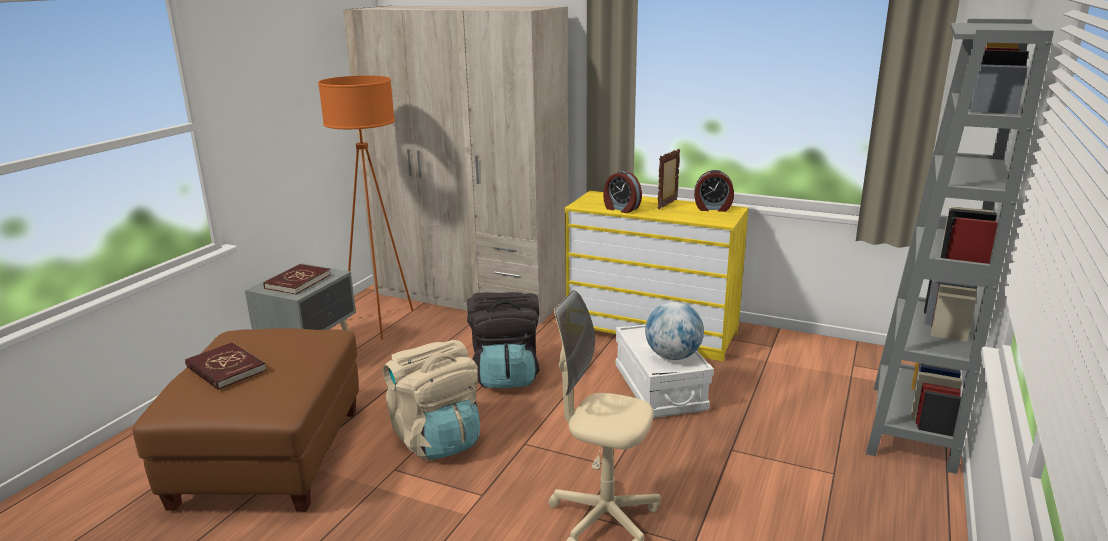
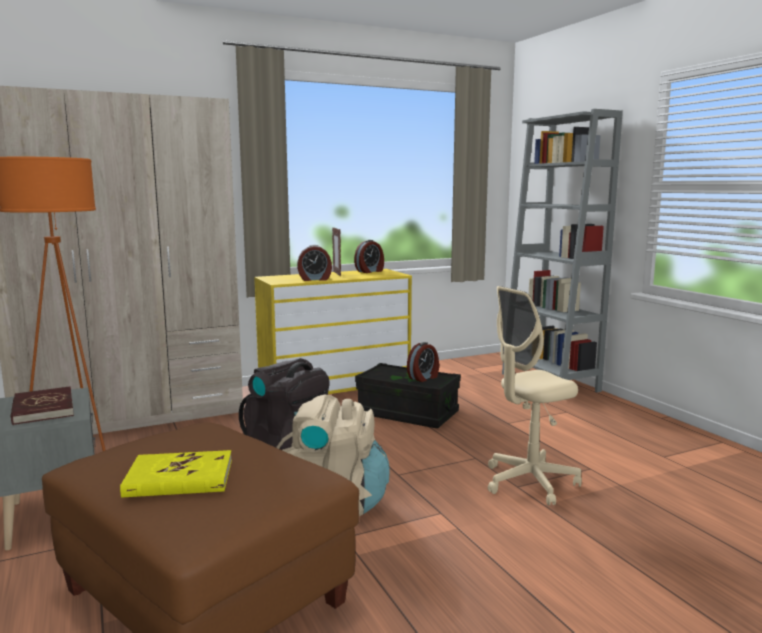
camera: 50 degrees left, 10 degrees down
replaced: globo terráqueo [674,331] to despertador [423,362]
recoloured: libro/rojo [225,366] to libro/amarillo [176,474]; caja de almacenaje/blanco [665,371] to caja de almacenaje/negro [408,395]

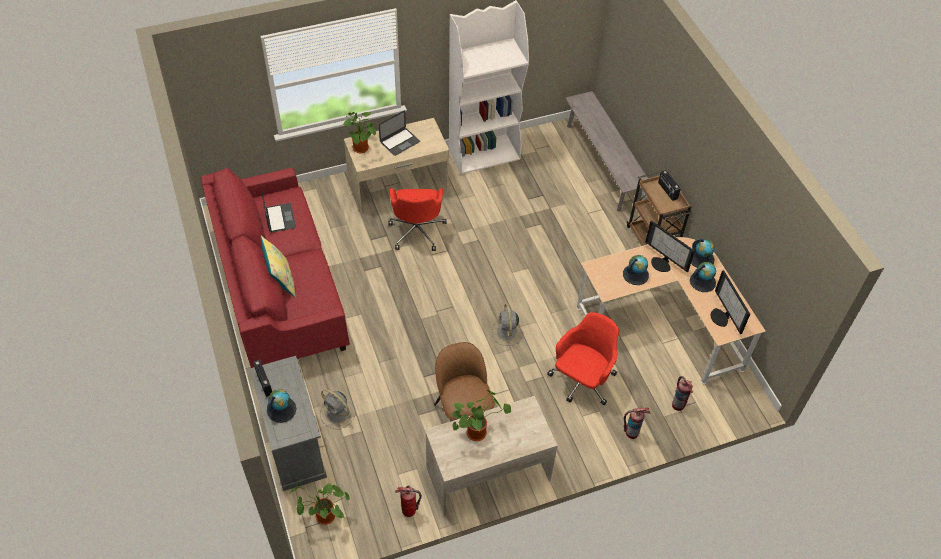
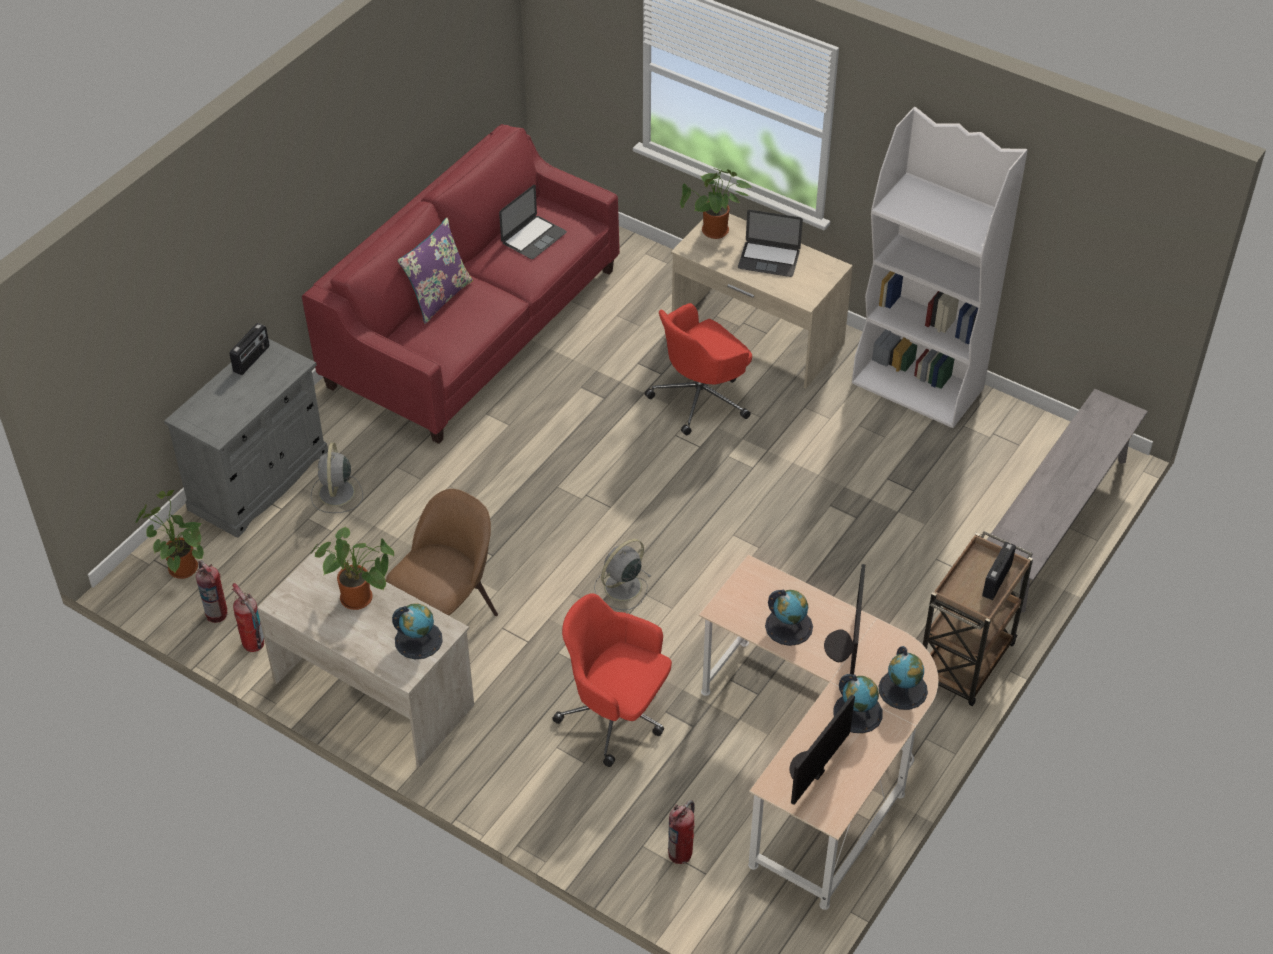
camera: 55 degrees right, 5 degrees down
moved: globo terráqueo [281,406] to [417,631]; extintor [637,422] to [212,591]
recoloured: cojín/amarillo [278,266] to cojín/morado [435,271]
turned: silla de oficina/rojo [583,358] = [612,680] 150 degrees counterclockwise

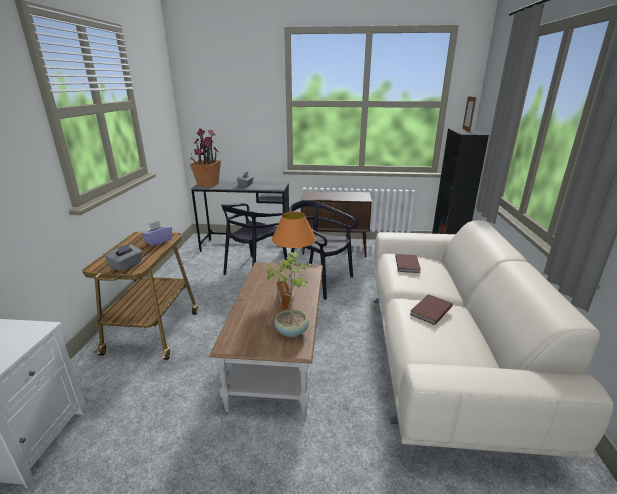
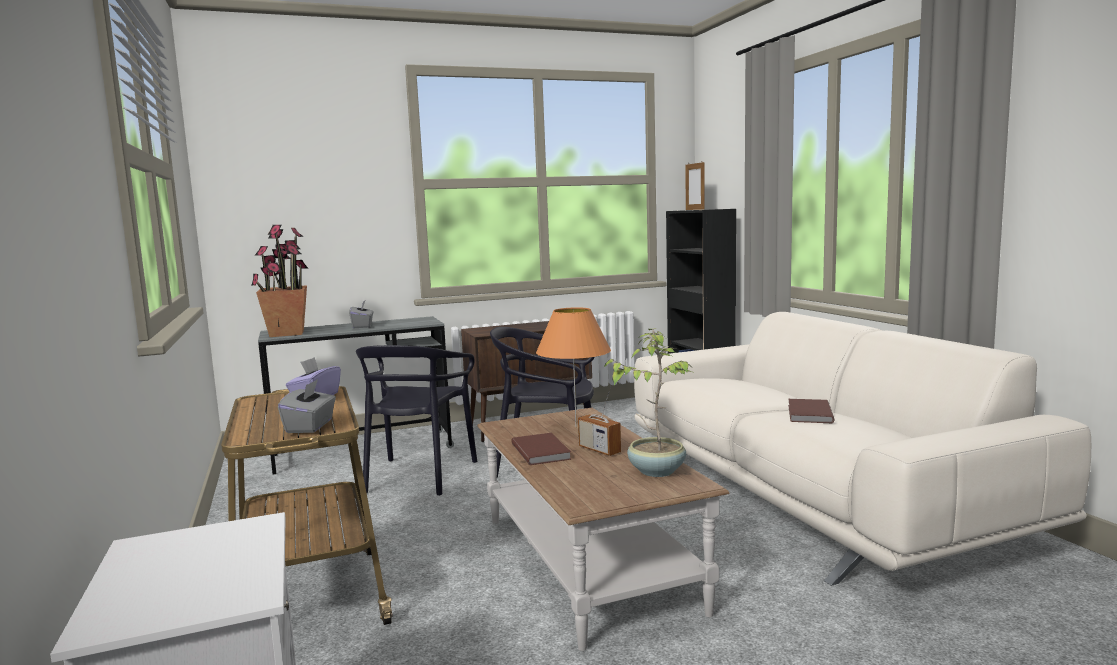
camera: 25 degrees left, 15 degrees down
moved: libro/marrón [408,263] to [541,449]

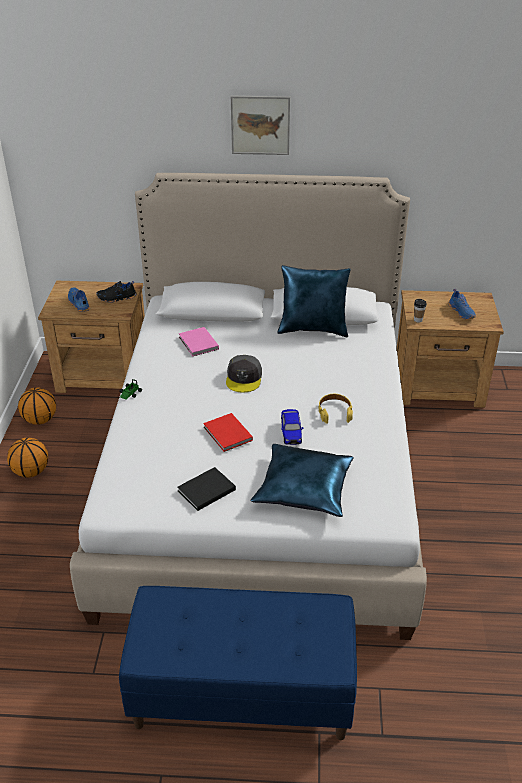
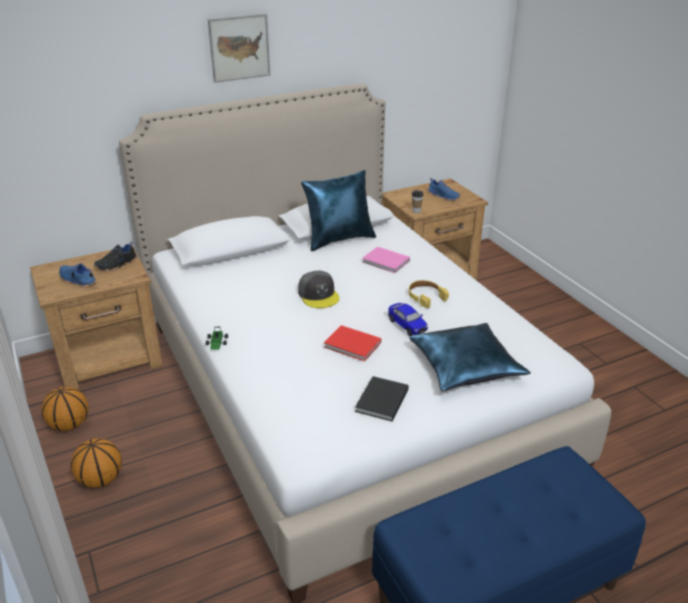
camera: 30 degrees left, 5 degrees down
moved: libro/rosa [199,341] to [386,260]

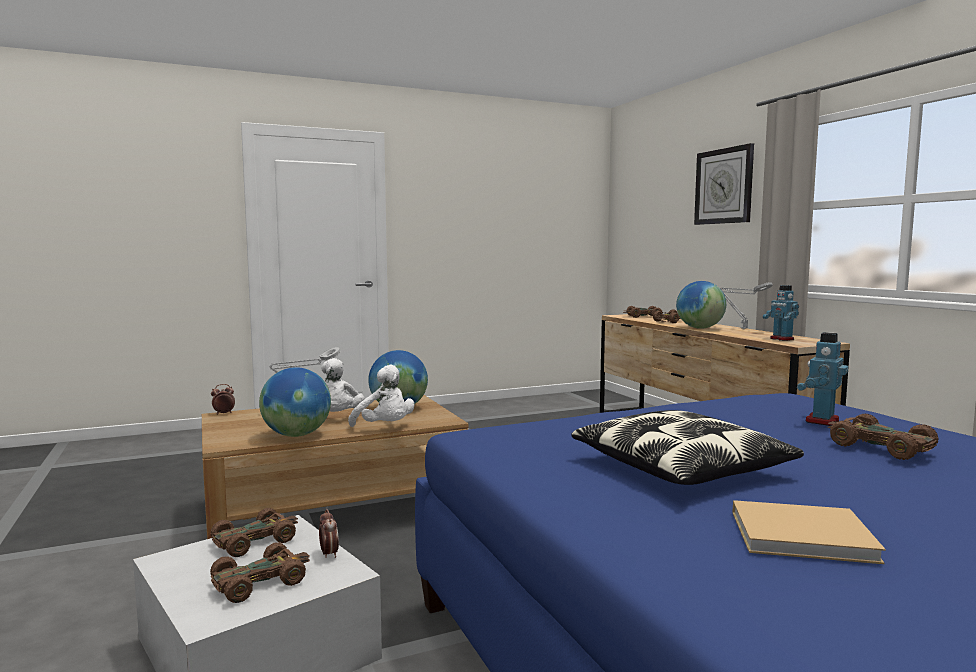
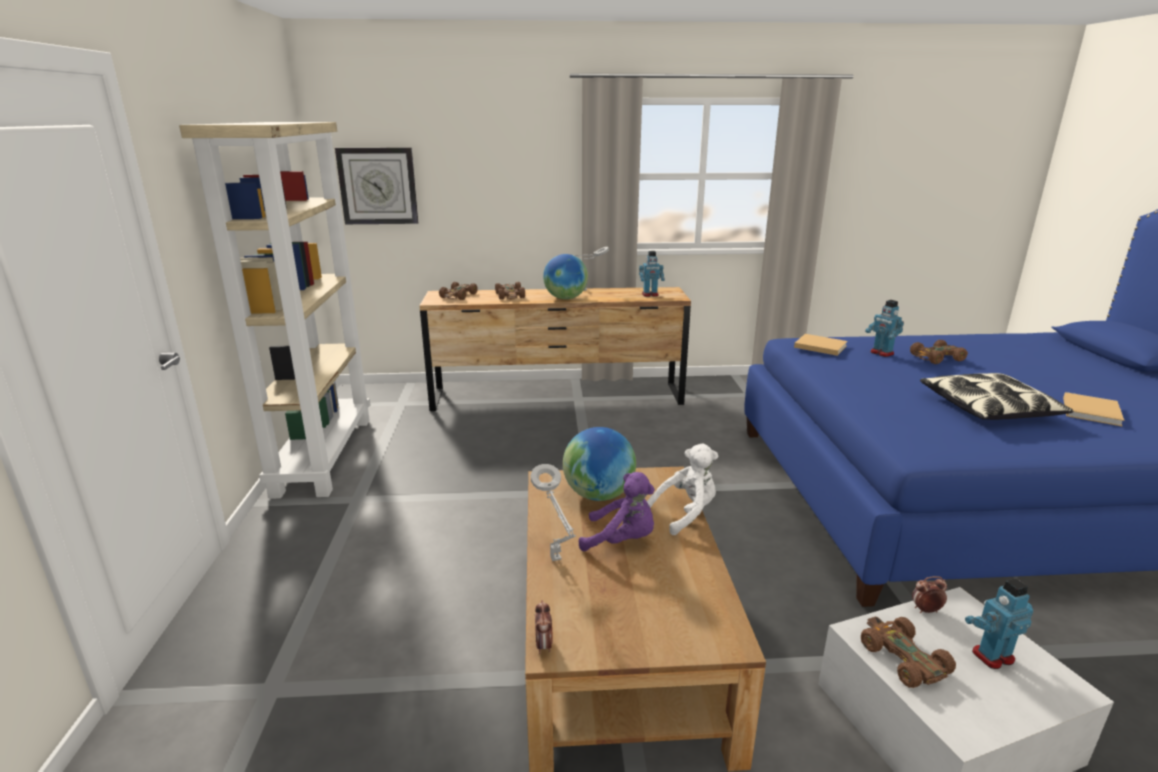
camera: 70 degrees left, 15 degrees up
removed: globo terráqueo [295,402]
added: estantería/beis [274,310]; libro/beis [821,345]
moved: reloj de pared [724,184] to [376,186]
replaced: coche de juguete/marrón [260,572] to robot de juguete [999,624]
recoloured: peluche/blanco [343,385] to peluche/morado [617,511]

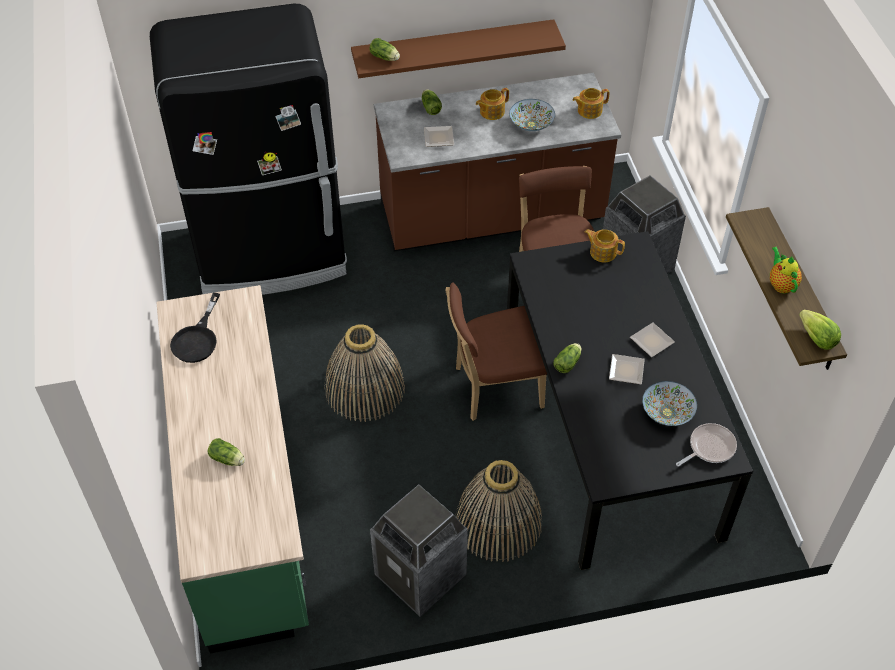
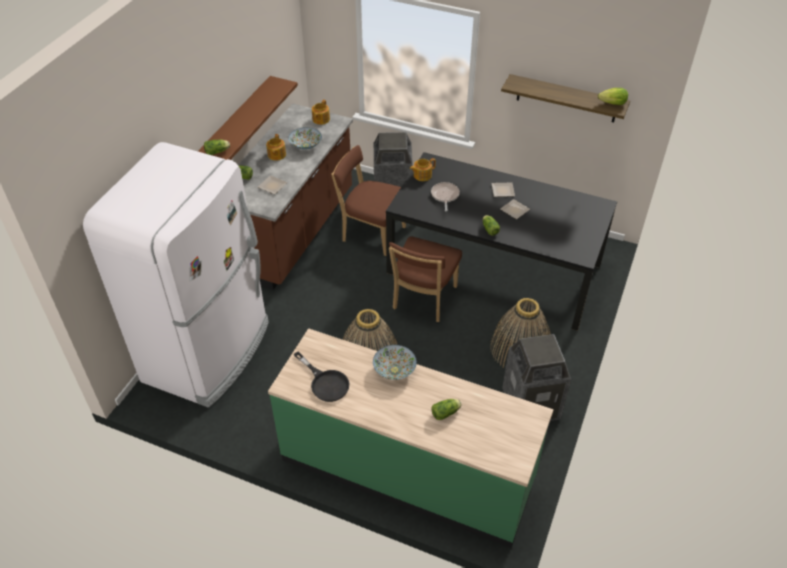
camera: 55 degrees left, 5 degrees down
removed: tetera [786,270]
moved: cuenco [669,403] to [395,362]; sartén [706,444] to [445,196]
recoloured: nevera/negro [248,149] to nevera/blanco [176,275]

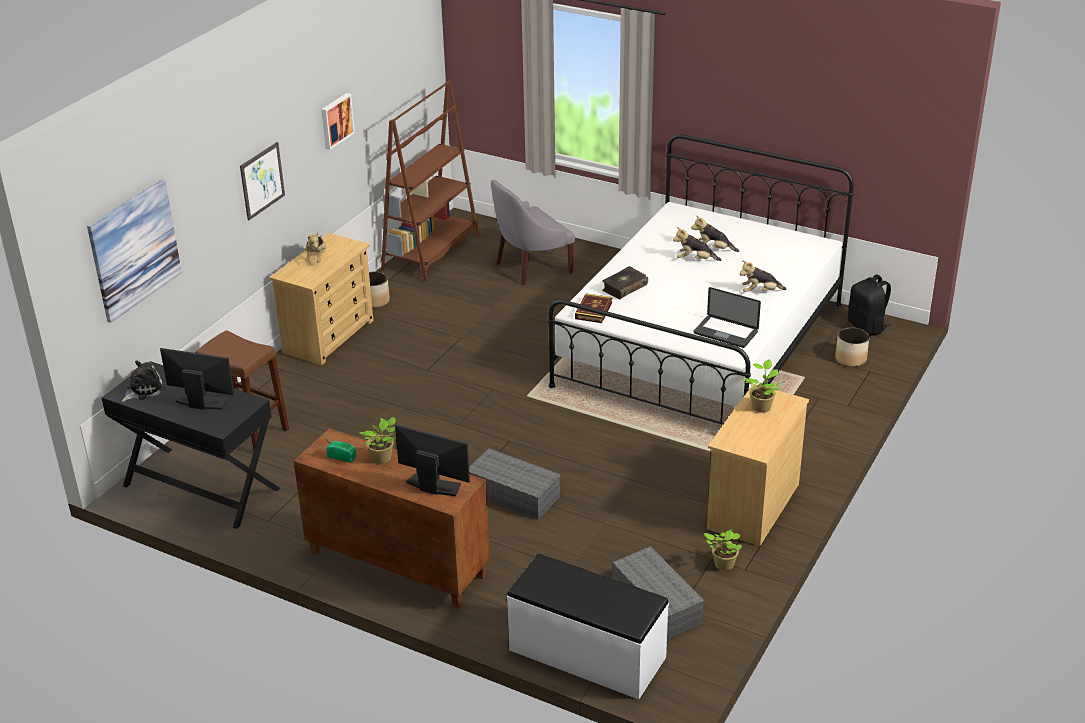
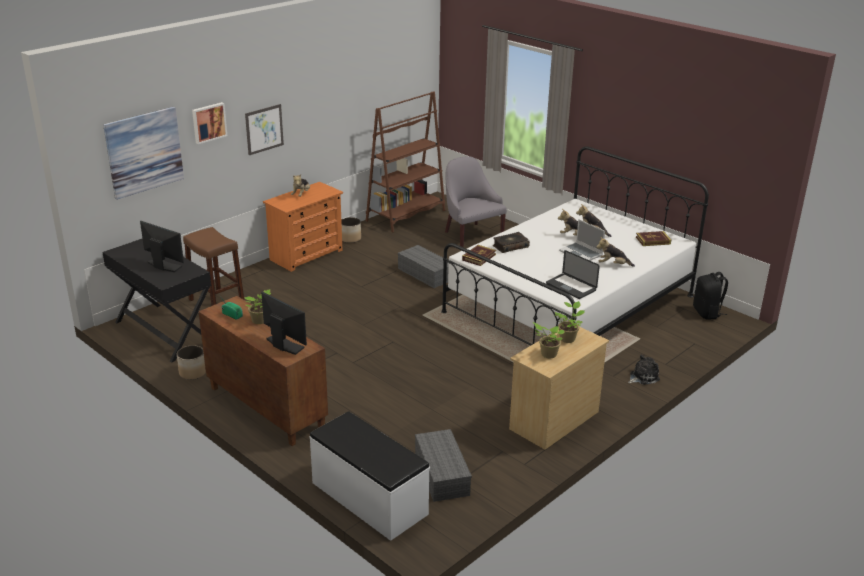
camera: 15 degrees right, 5 degrees down
added: portátil [582,240]; libro [653,238]
moved: peluche [144,381] to [644,370]; cuadro [338,121] to [209,123]; caja de almacenaje/gris [515,484] to [423,266]; planta en maceta [723,550] to [549,340]; maceta [852,347] to [191,362]
recoloured: cómoda/beis [321,299] to cómoda/naranja [303,227]
turned: sillón/gris [533,232] = [476,202] 75 degrees clockwise

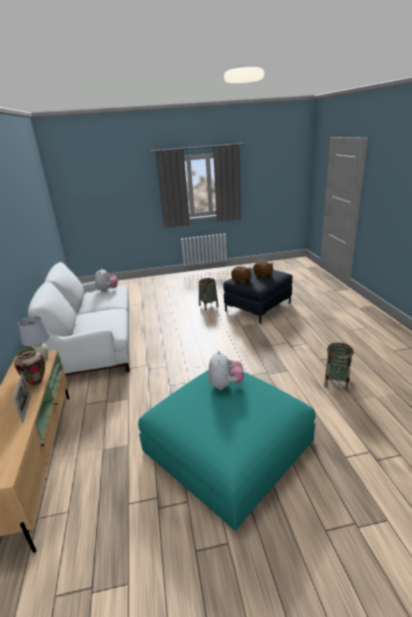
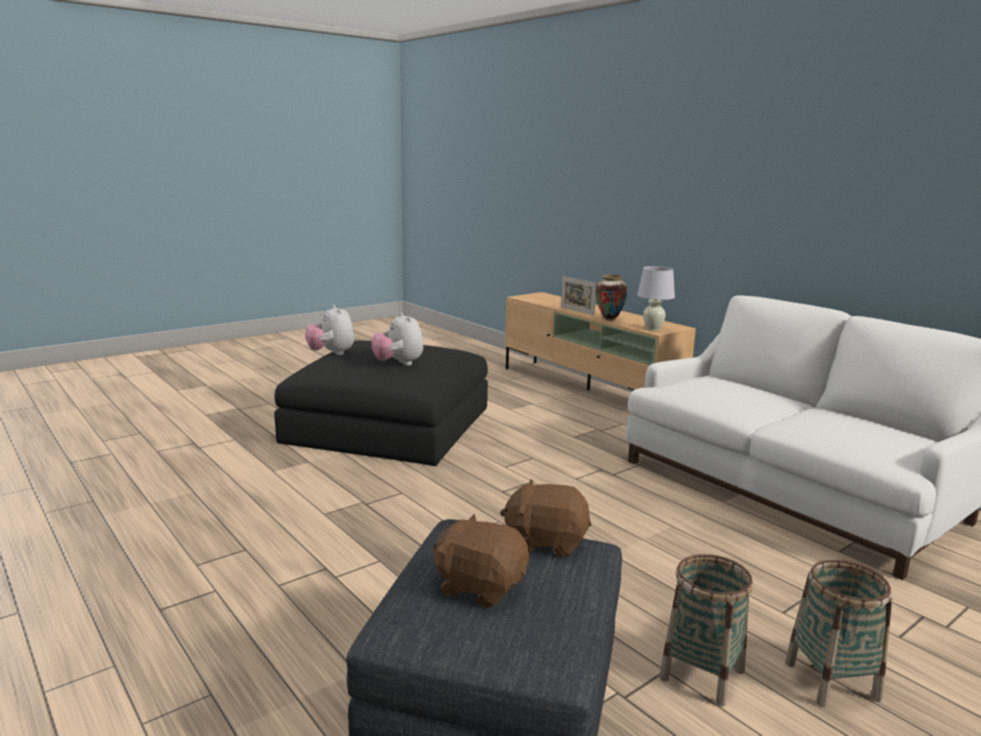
camera: 150 degrees right, 10 degrees down
moved: peluche [106,280] to [329,330]; cesta [339,367] to [838,633]
recoloured: puf/turquesa [226,448] to puf/negro [381,403]

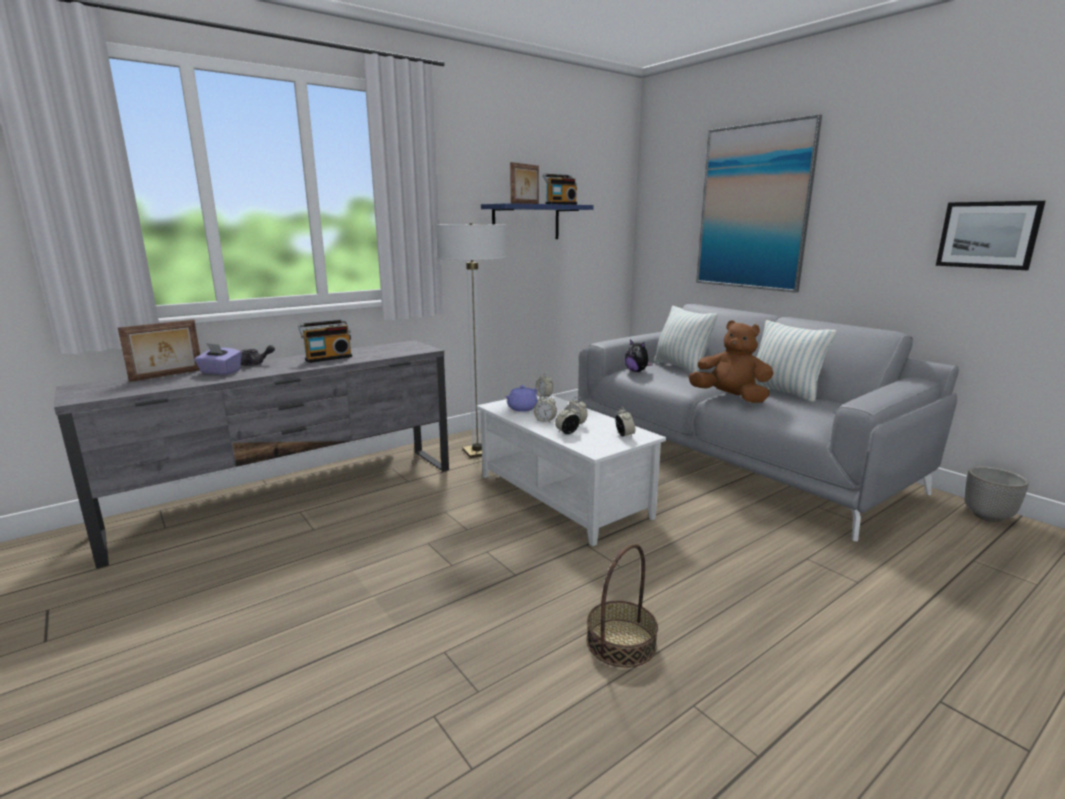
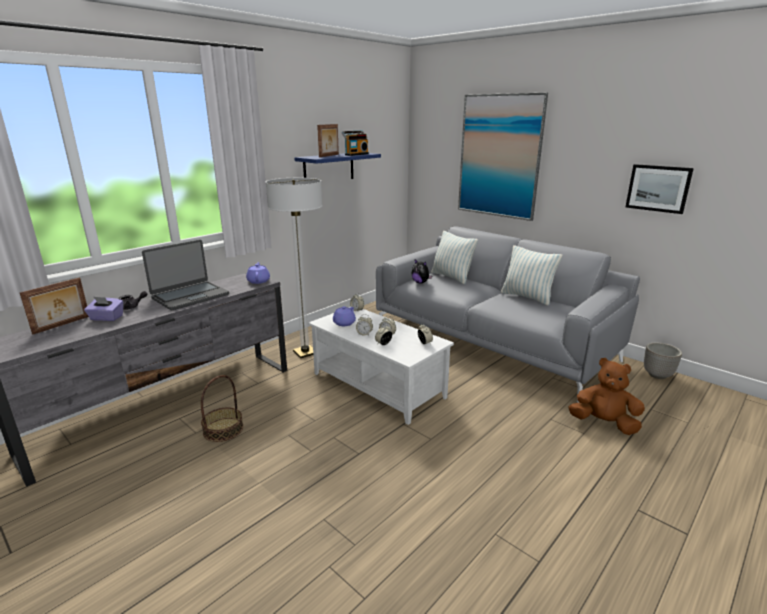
camera: 10 degrees left, 5 degrees up
added: tetera/morado [258,273]
moved: cesta [622,606] to [222,408]; peluche/marrón [731,361] to [606,396]
replaced: radio [325,341] to portátil [185,275]

